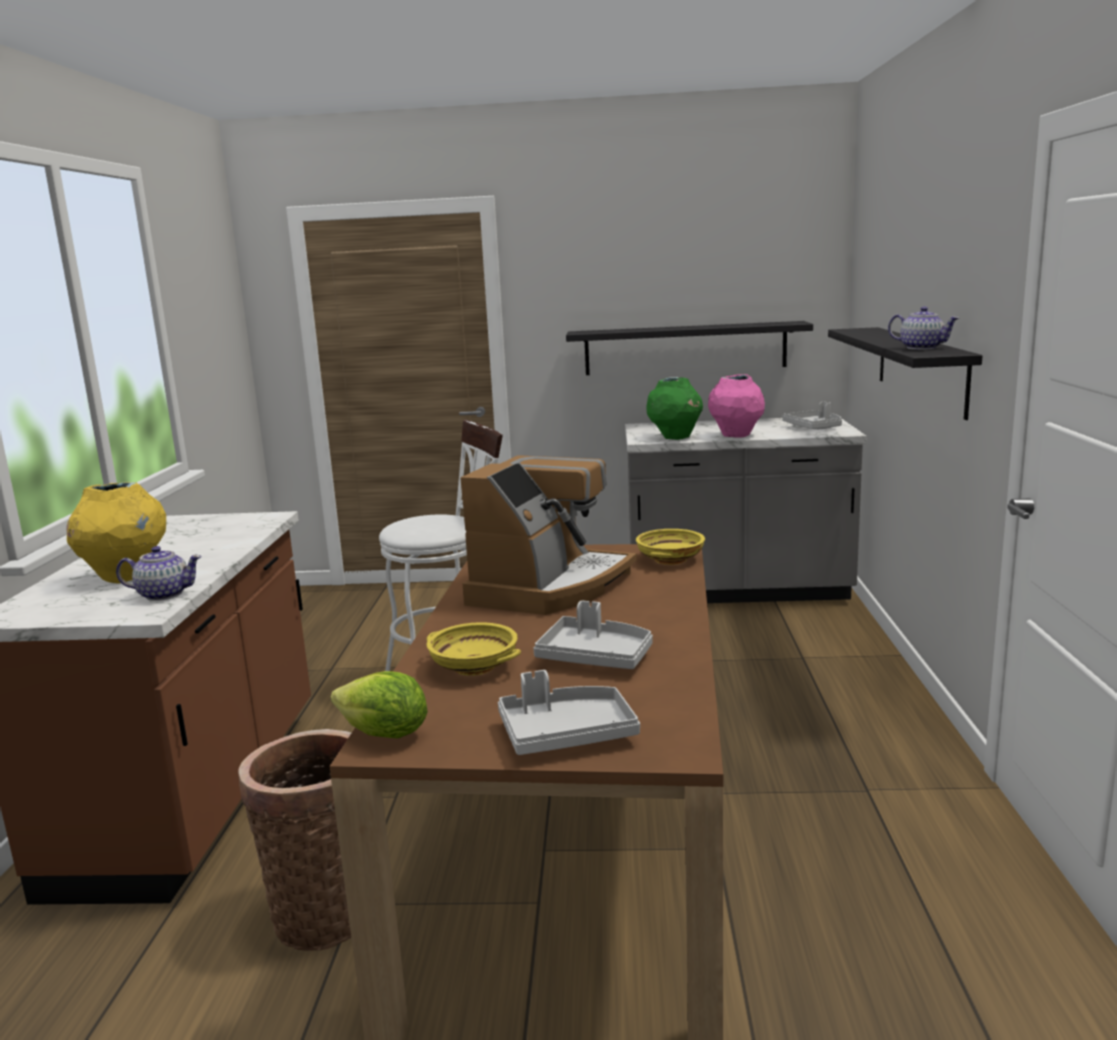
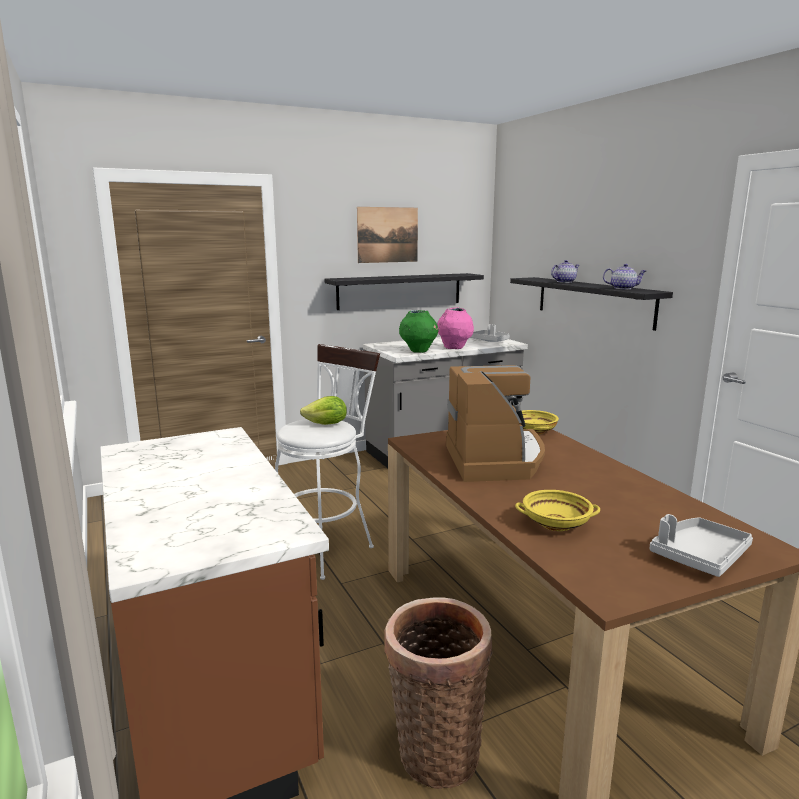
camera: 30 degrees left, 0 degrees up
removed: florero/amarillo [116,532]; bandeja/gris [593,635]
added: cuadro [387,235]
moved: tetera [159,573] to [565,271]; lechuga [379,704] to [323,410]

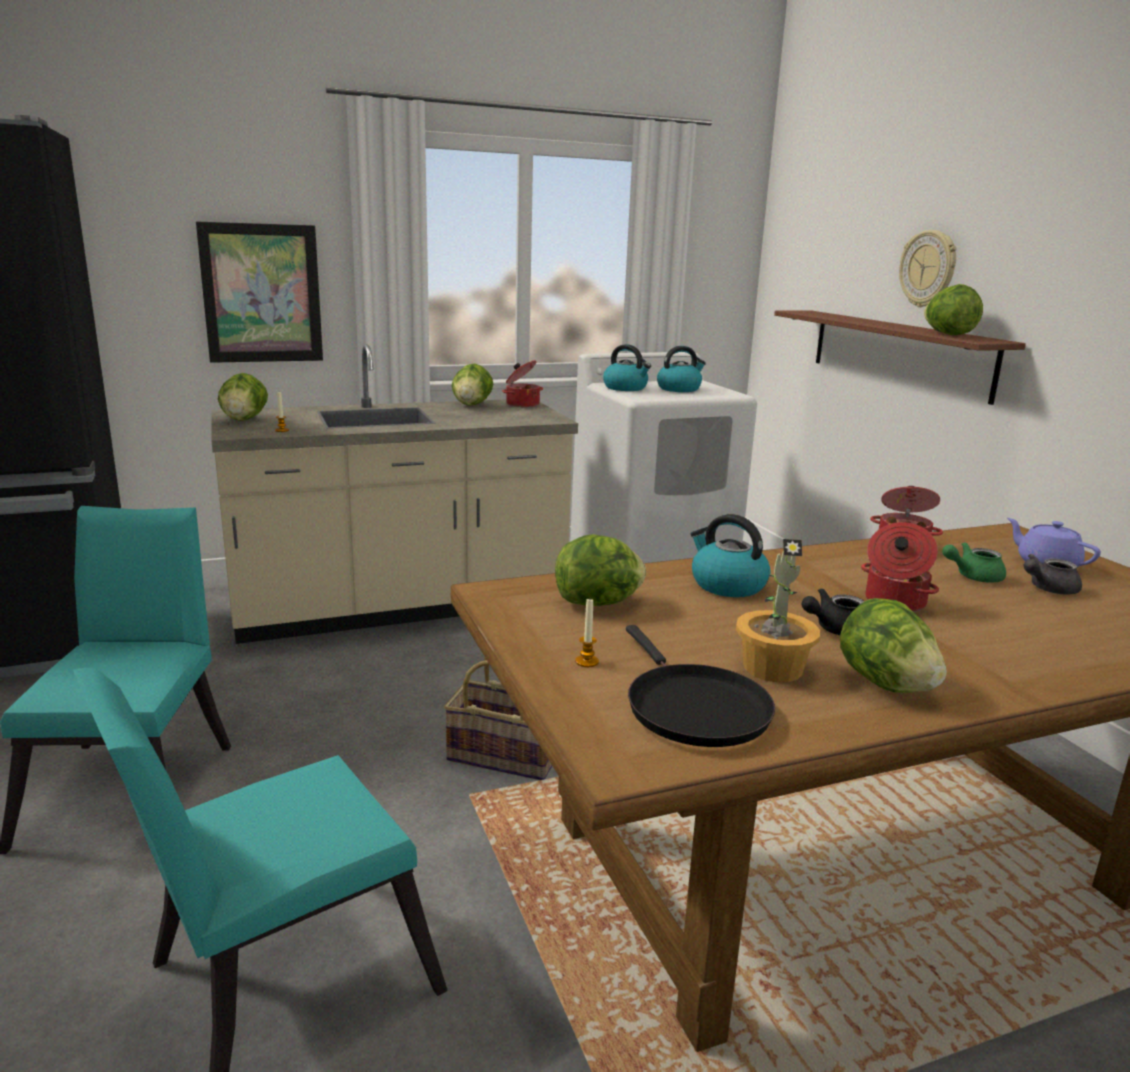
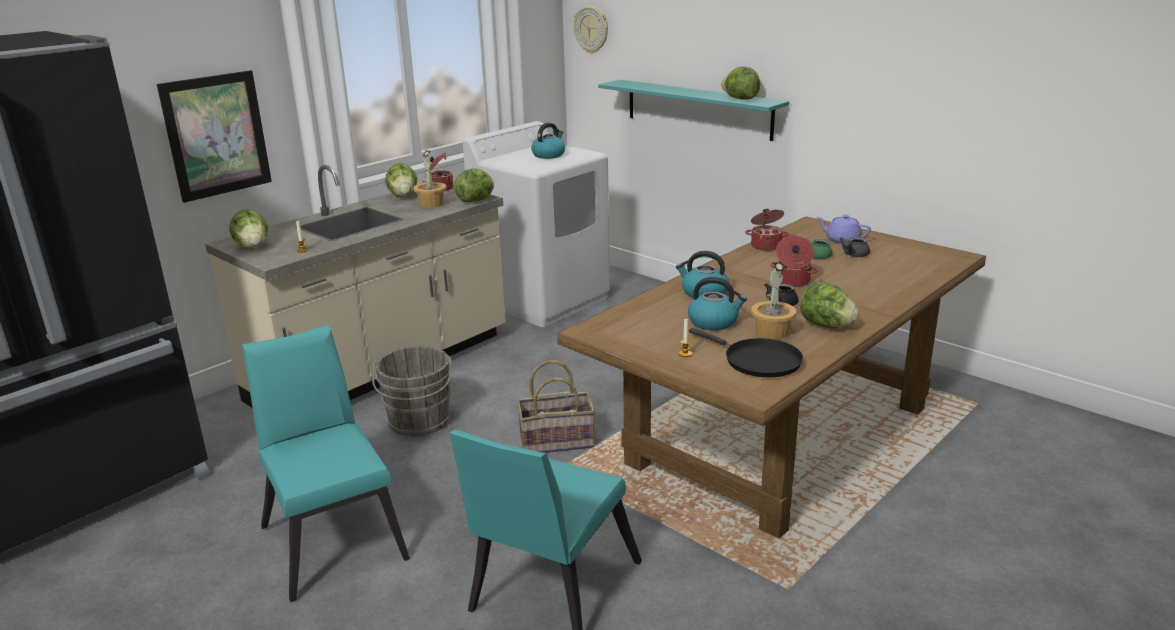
camera: 25 degrees left, 5 degrees up
added: cubo/gris [411,391]; planta en maceta [430,179]
moved: lechuga [600,570] to [474,185]; hervidor [627,367] to [717,303]; reloj de pared [928,268] to [591,29]
recoloured: estante/marrón [900,358] to estante/turquesa [693,110]

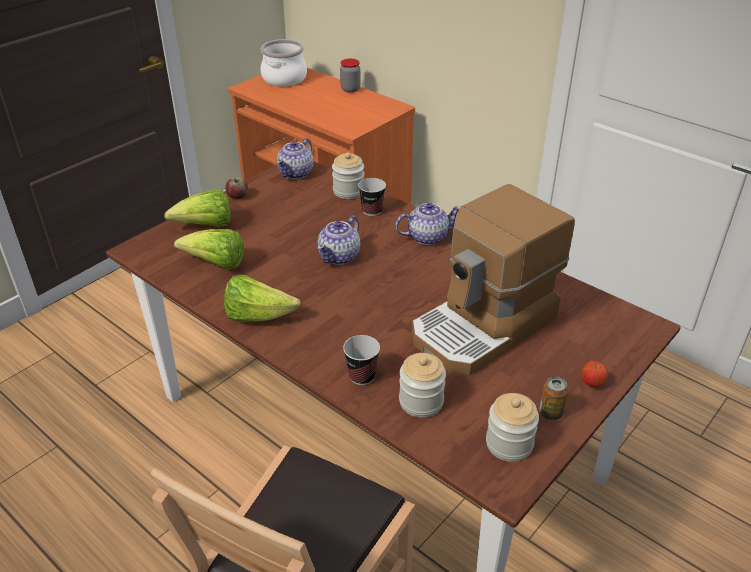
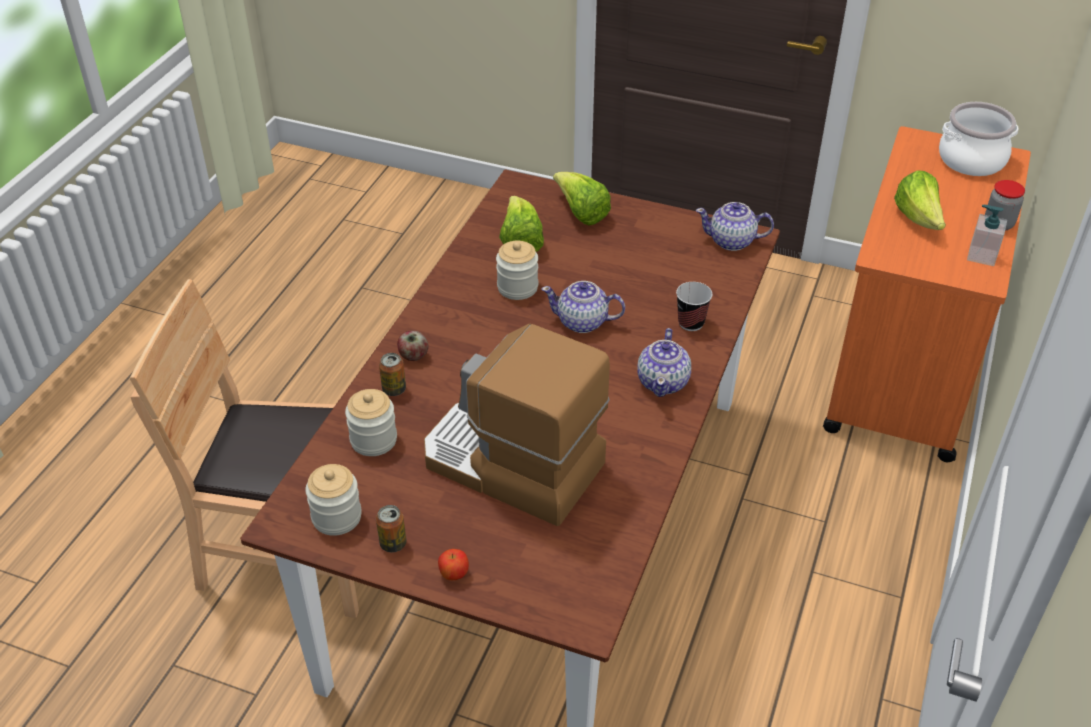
camera: 70 degrees right, 5 degrees up
added: dispensador de jabón [987,235]
moved: lechuga [262,298] to [920,200]; manzana [237,188] to [413,346]; tarro [348,176] to [517,270]
replaced: taza [361,360] to lata [392,374]
turned: tetera [427,224] = [664,362] 45 degrees clockwise

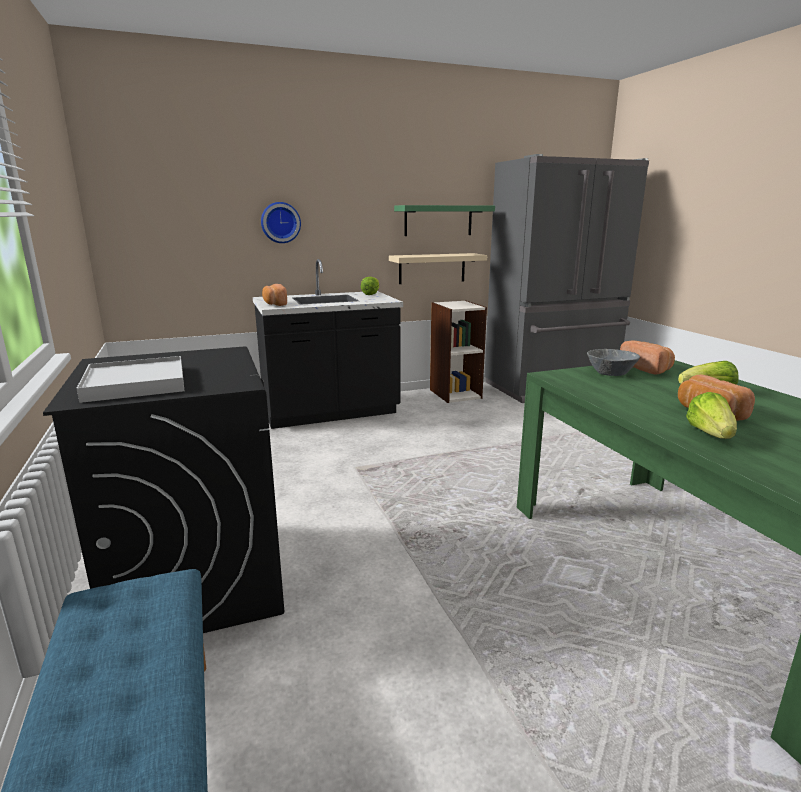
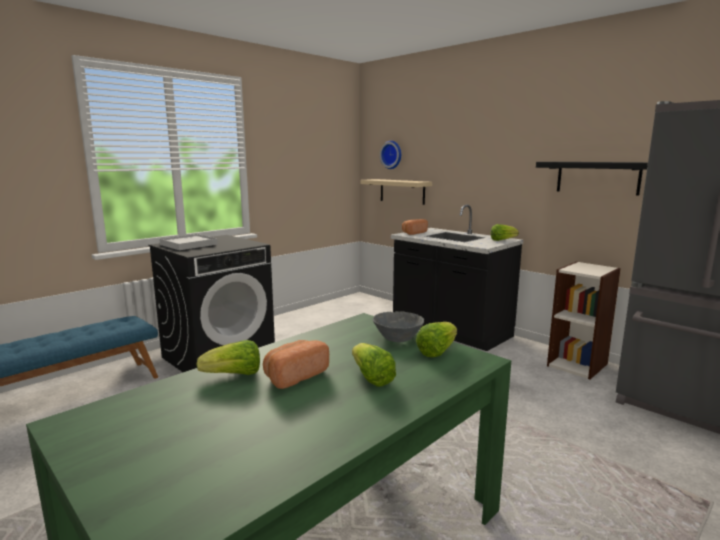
camera: 65 degrees right, 5 degrees down
moved: reloj de pared [281,222] to [390,155]; estante/beis [438,268] to [396,192]
replaced: pan [647,357] to lechuga [436,339]
recoloured: estante/verde [444,220] to estante/negro [592,179]

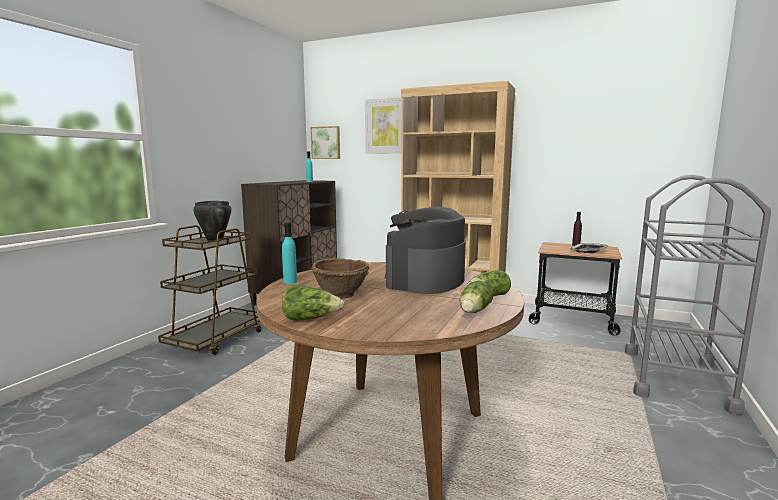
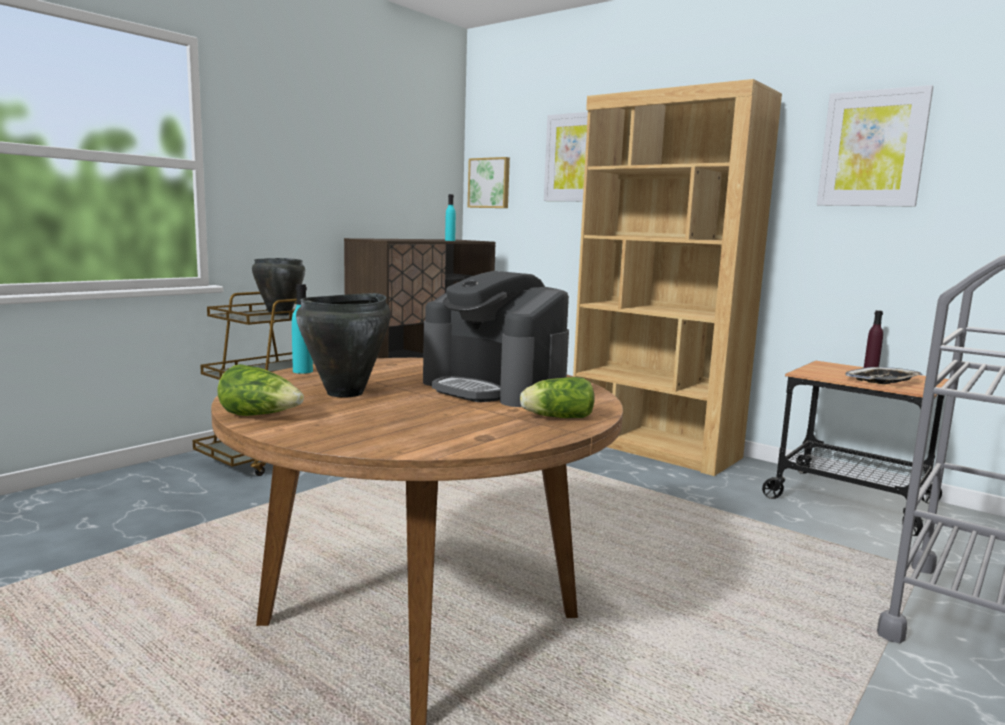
camera: 15 degrees right, 0 degrees up
removed: lechuga [476,296]
added: cuadro [875,145]
replaced: cuenco/marrón [340,278] to olla/negro [343,345]
turned: cafetera [425,250] = [496,339] 90 degrees counterclockwise

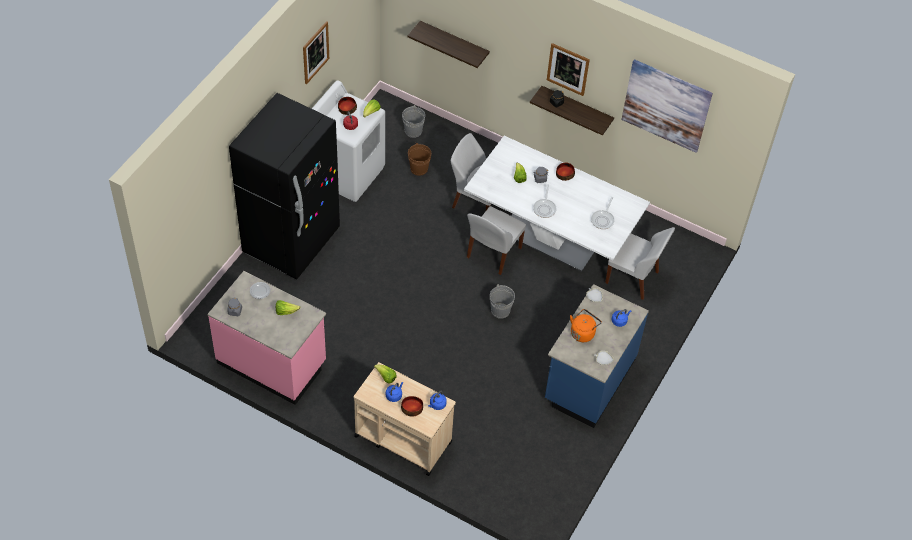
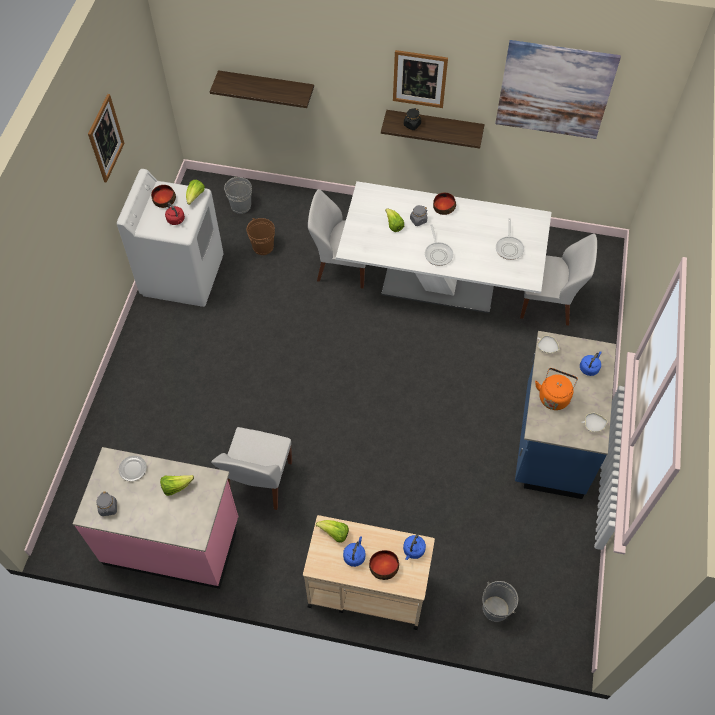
camera: 15 degrees left, 5 degrees up
removed: nevera/negro [284,186]
moved: silla/blanco [496,240] to [251,468]; cubo/gris [502,301] to [500,601]

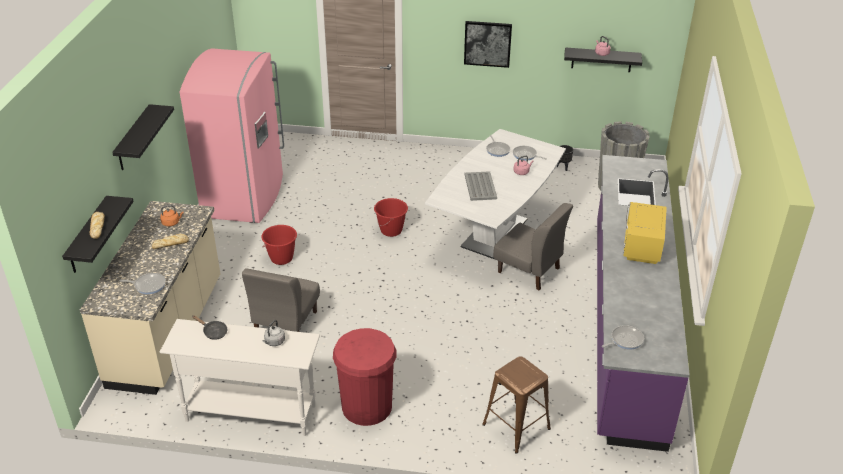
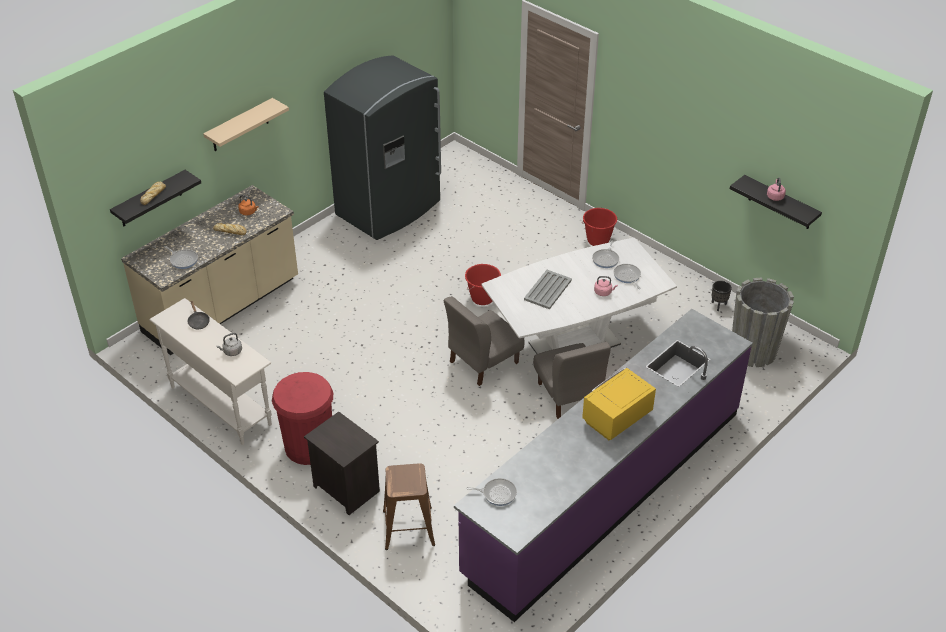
camera: 35 degrees right, 5 degrees up
removed: cuadro [488,44]
added: mesita de noche/negro [342,463]
moved: silla/gris [281,300] to [484,341]; cubo/rojo [279,245] to [599,227]
recoloured: estante/negro [143,137] to estante/beis [246,124]; nevera/rosa [232,135] to nevera/gris [382,147]

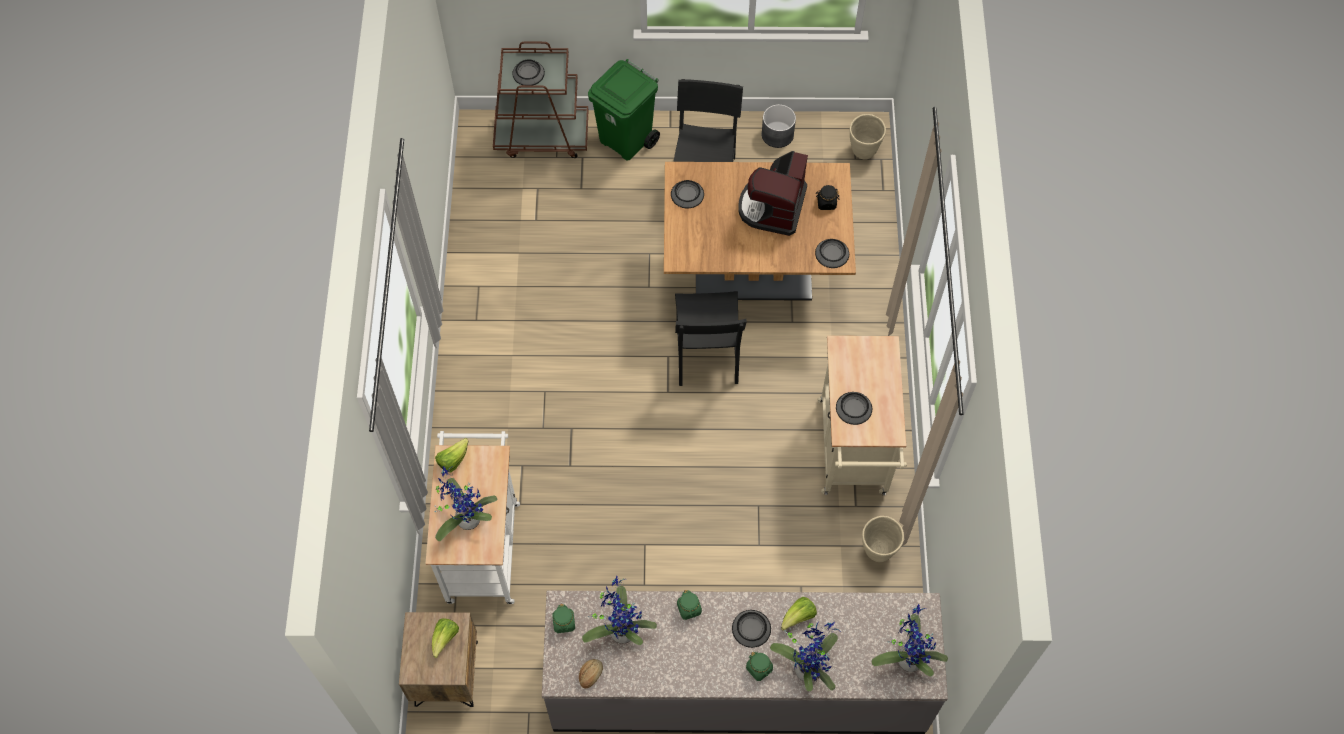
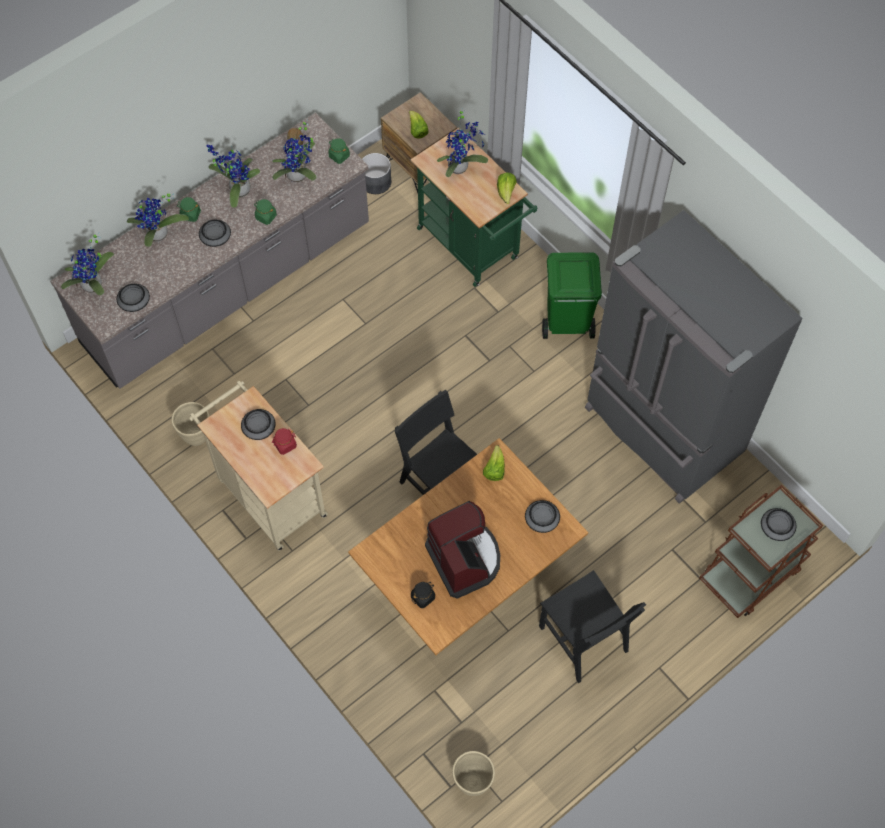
camera: 140 degrees right, 0 degrees up
added: planta en maceta [233,176]; tarro/rojo [284,441]; nevera/gris [694,357]
moved: papelera/verde [624,110] to [572,295]; maceta/gris [778,126] to [376,173]; lechuga [799,614] to [494,463]; cuenco [832,253] to [133,298]
recoloured: carrito/blanco [472,517] to carrito/verde [474,207]

